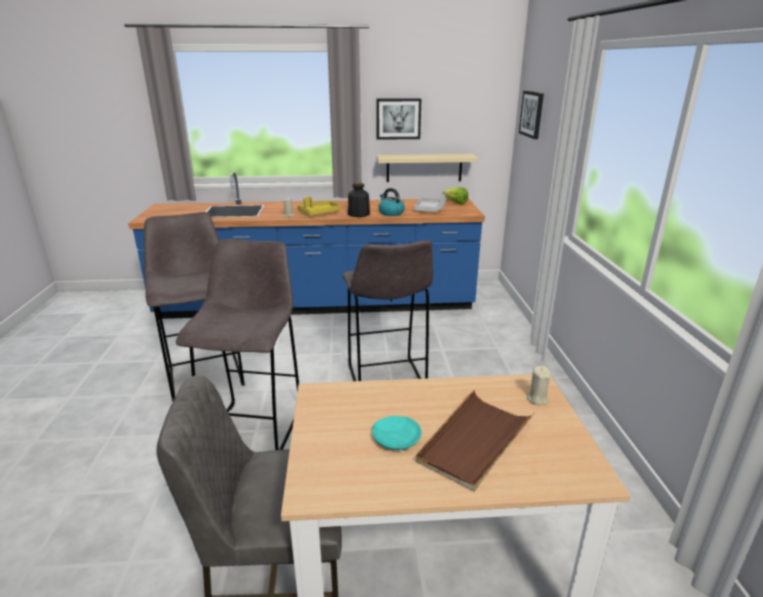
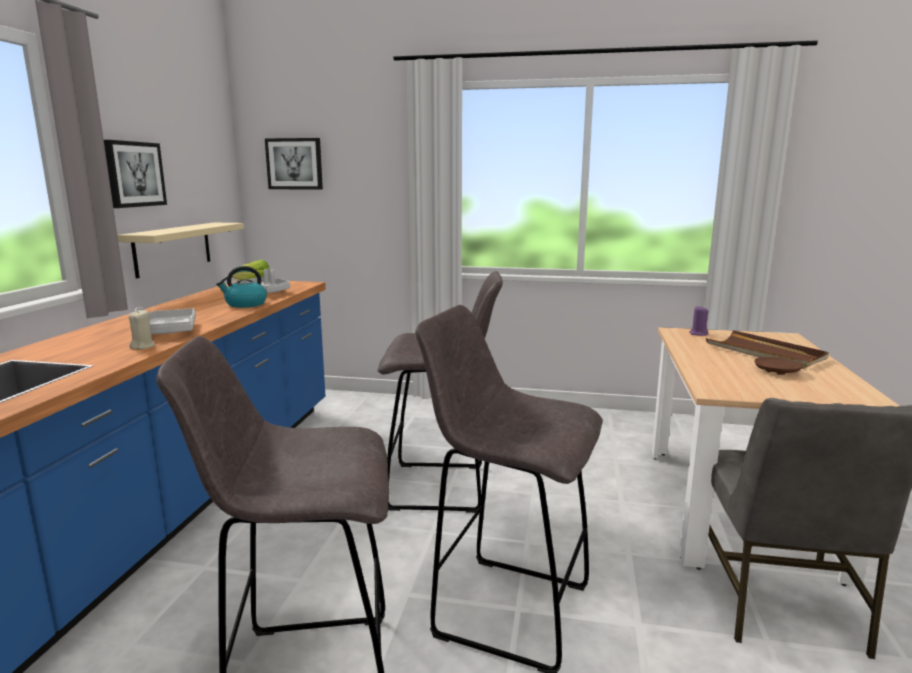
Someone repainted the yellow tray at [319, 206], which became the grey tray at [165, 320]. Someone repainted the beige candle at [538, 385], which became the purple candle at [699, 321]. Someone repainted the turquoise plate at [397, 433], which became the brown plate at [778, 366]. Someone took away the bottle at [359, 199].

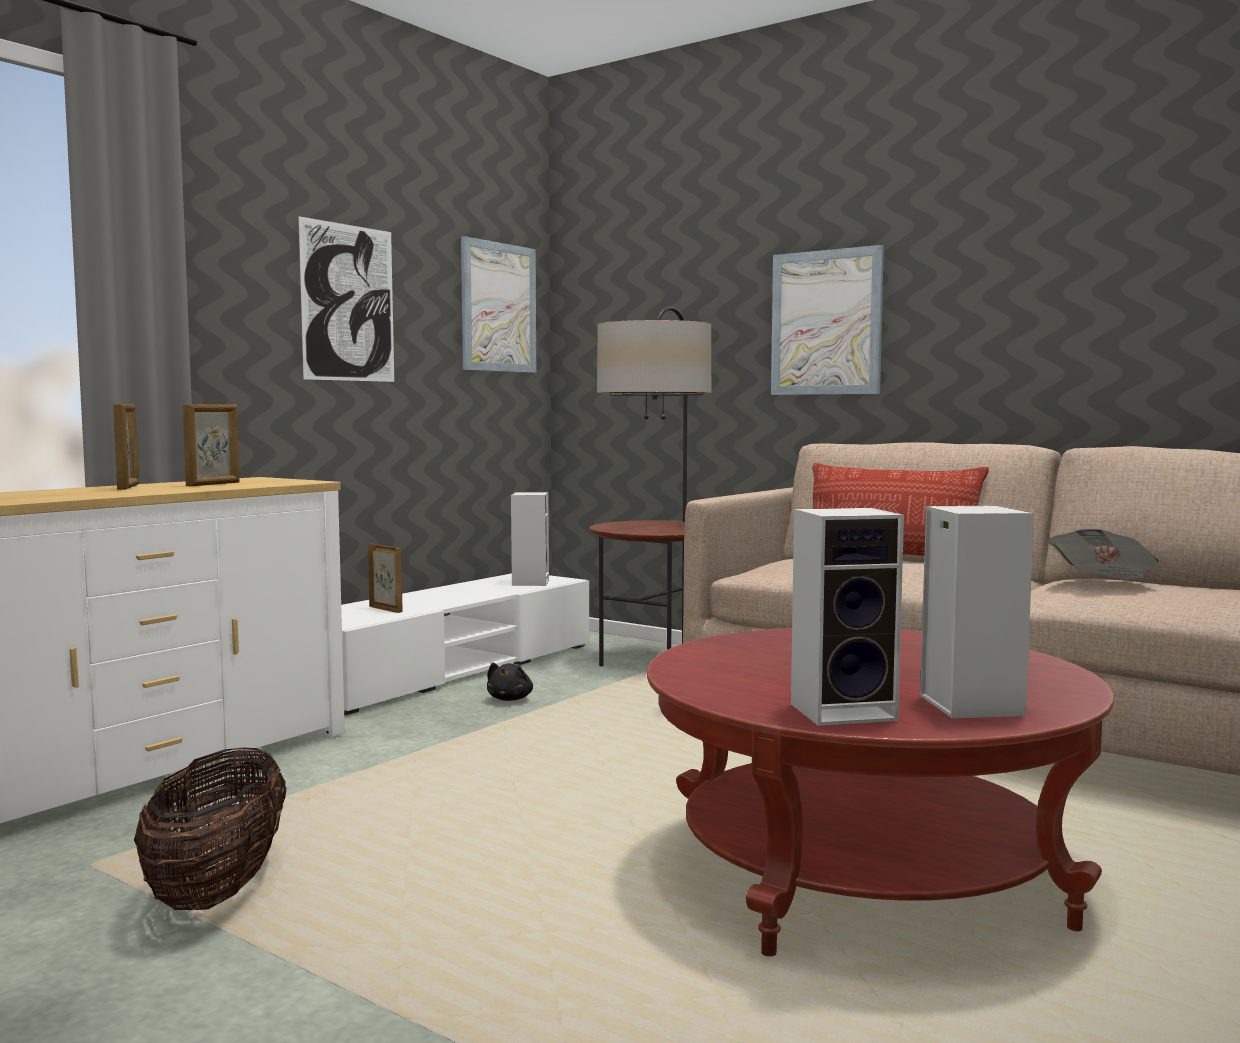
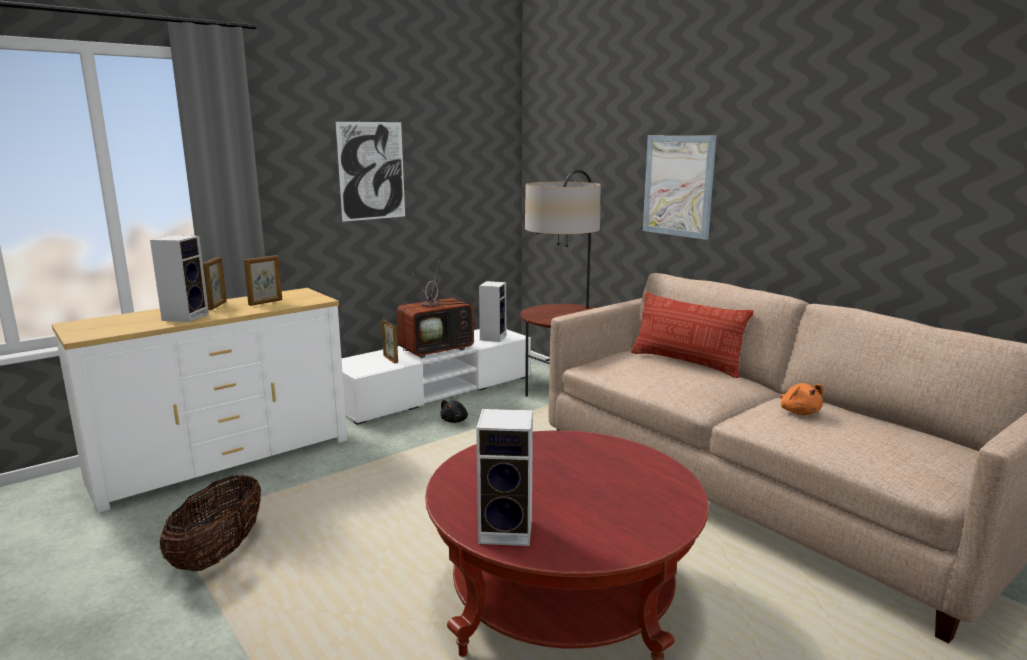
Someone carried the speaker from [977, 612] to [179, 278]. Someone put down the television at [435, 309]. Someone swapped the newspaper at [1103, 554] for the orange plush toy at [801, 399]. Someone took away the picture at [498, 304].

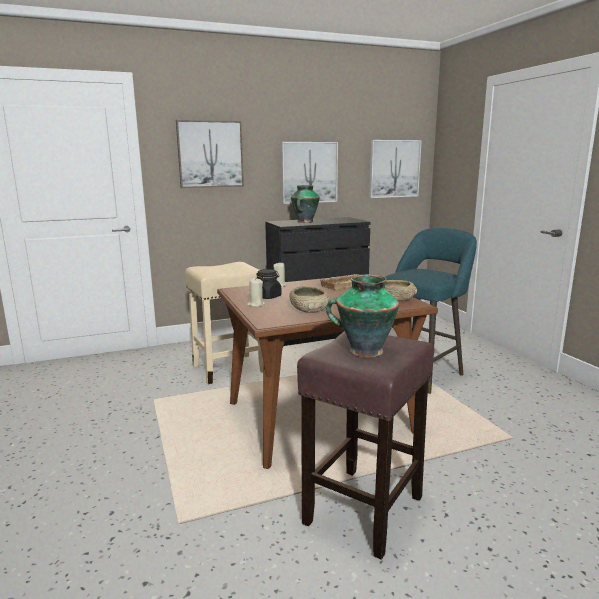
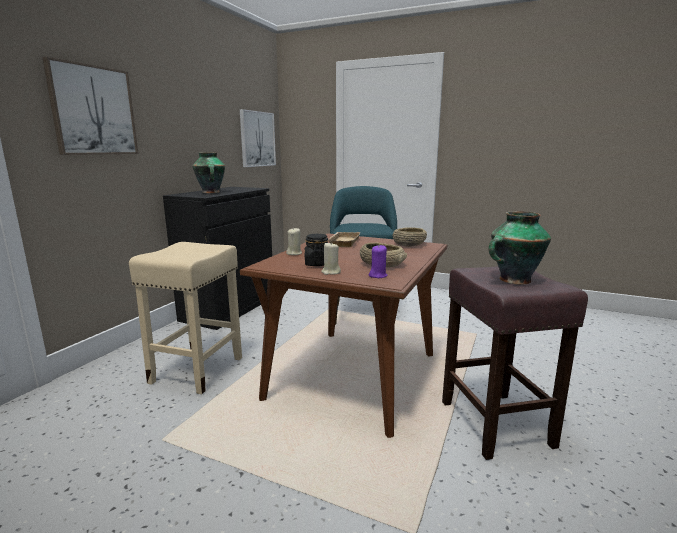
Someone put down the purple candle at [378, 261]. Someone took away the picture at [309, 173].

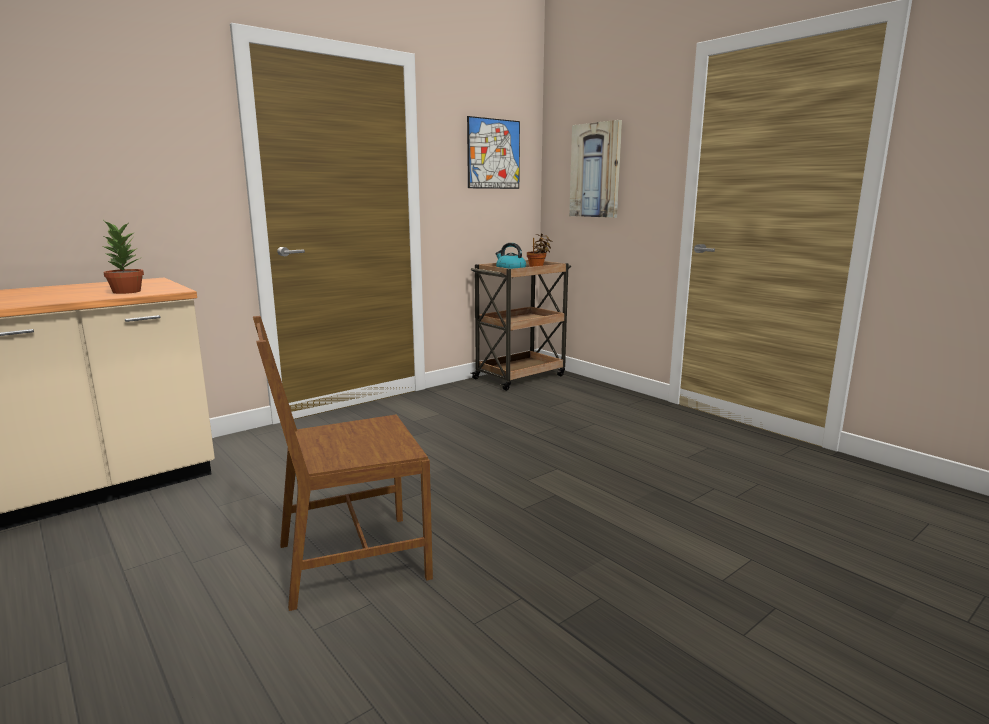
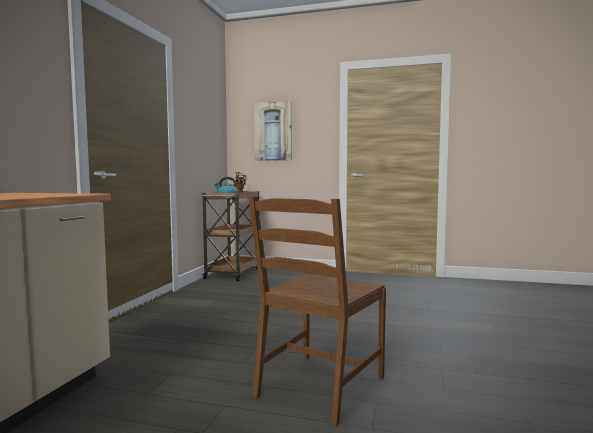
Someone took away the potted plant at [123, 257]. Someone took away the picture at [493, 152].

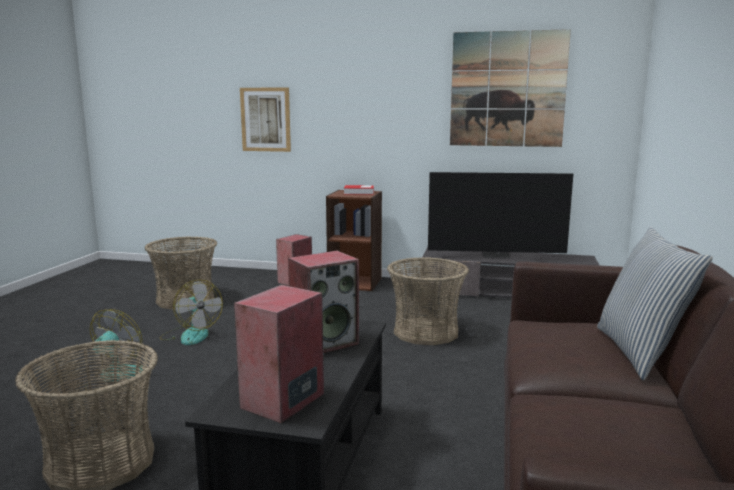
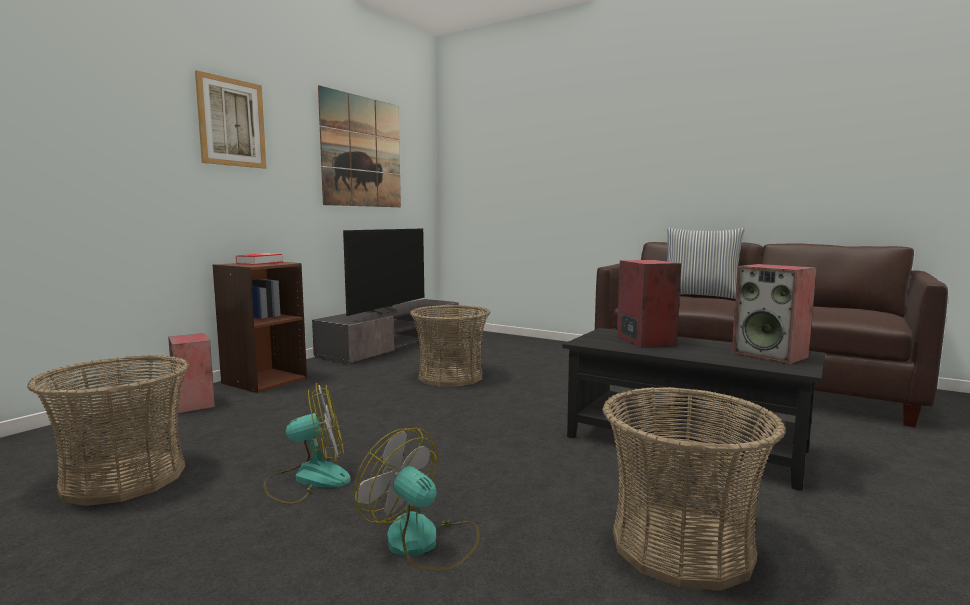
Someone carried the picture from [265, 119] to [230, 119].

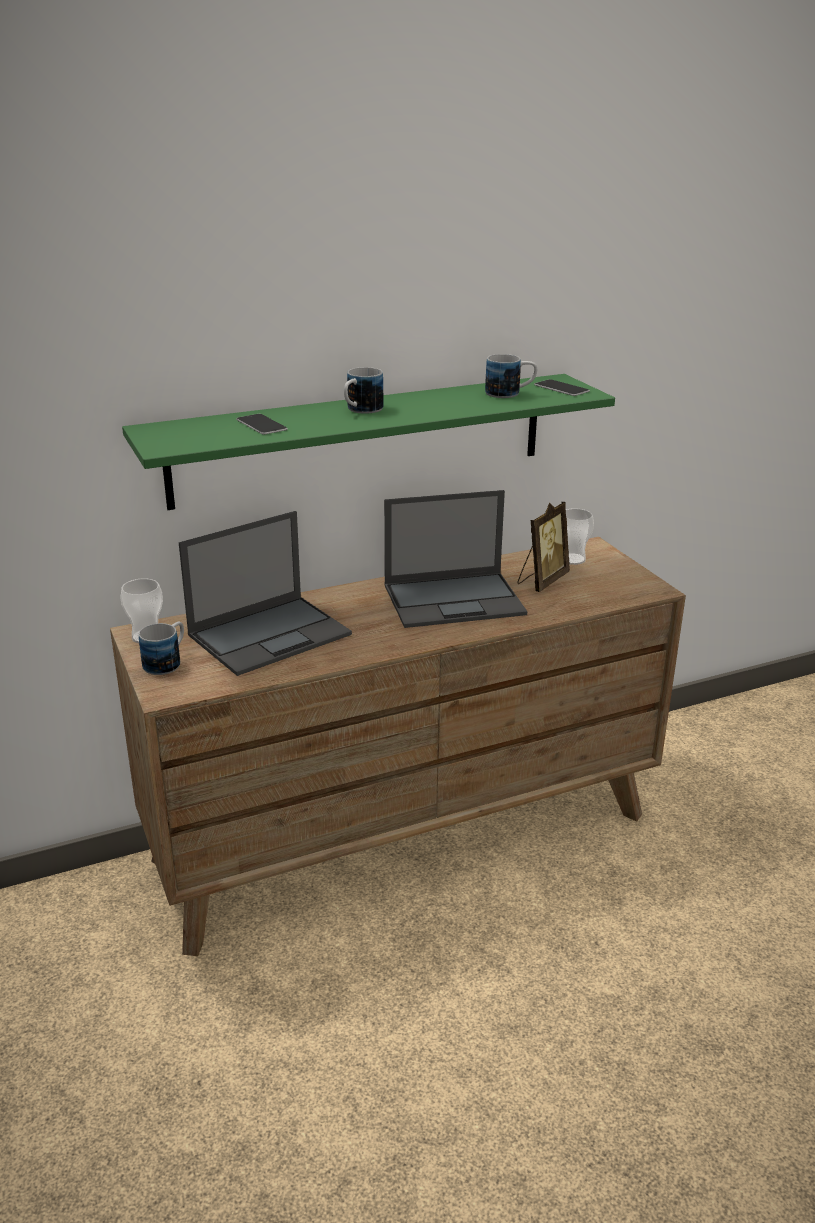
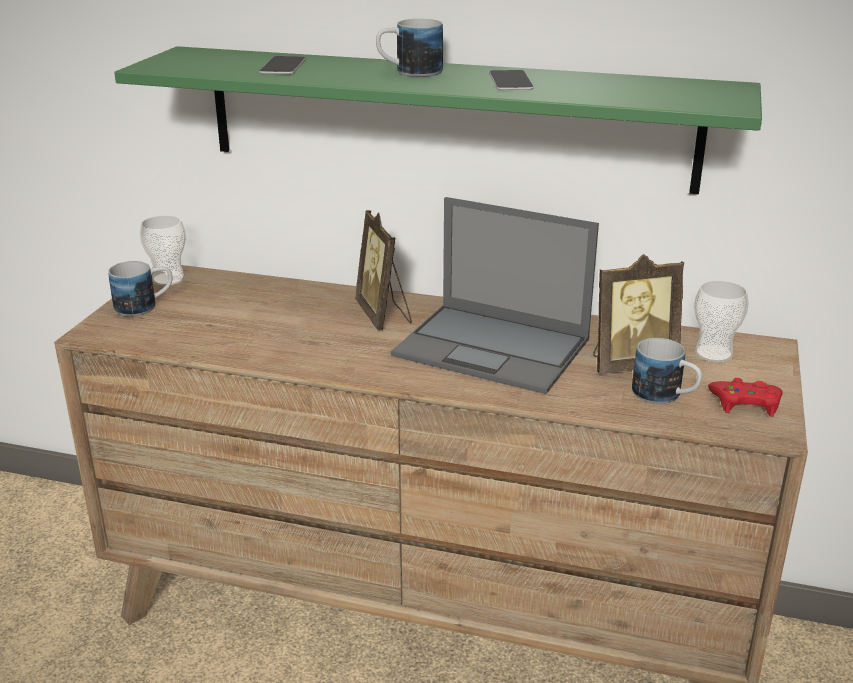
Someone put down the picture frame at [383, 270]. Someone carried the phone from [562, 387] to [511, 80]. Someone carried the mug from [511, 376] to [667, 371]. Someone put down the red game controller at [745, 397]. Someone took away the laptop at [265, 593].

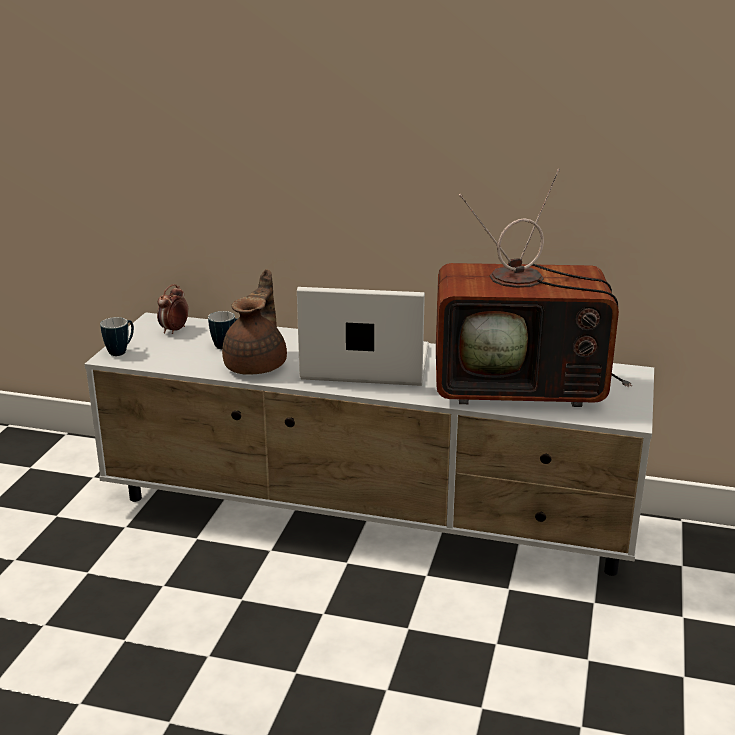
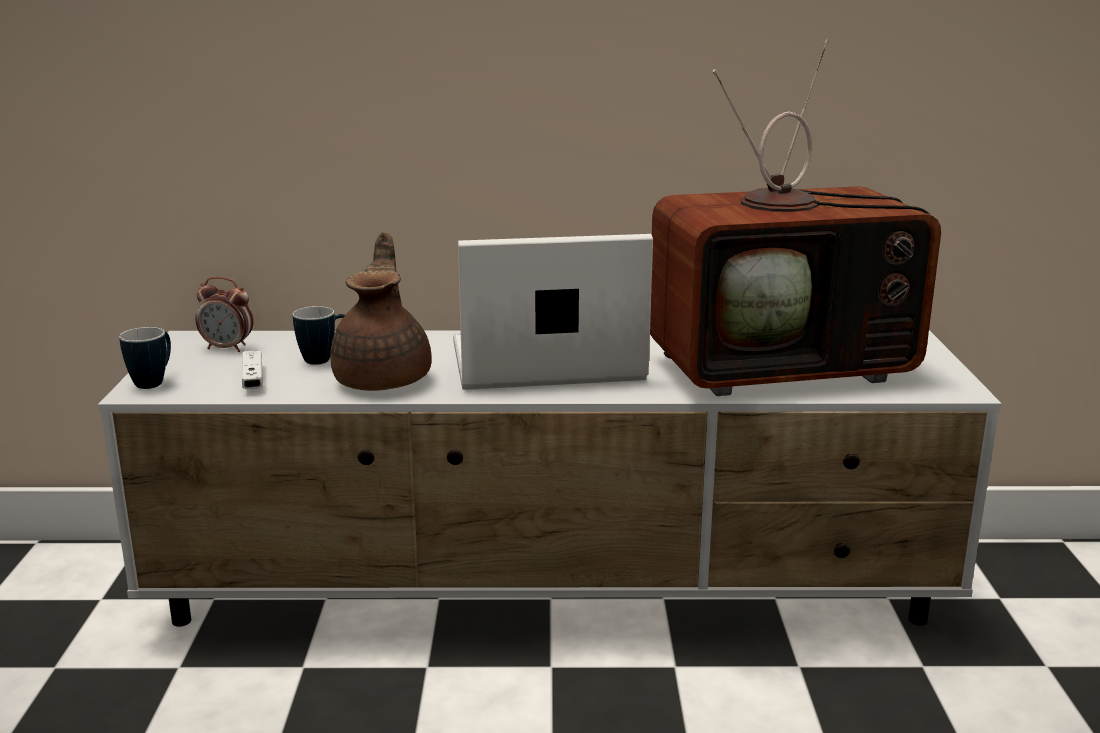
Someone rotated the alarm clock at [172, 309] by 90 degrees counterclockwise. Someone put down the white game controller at [252, 370].

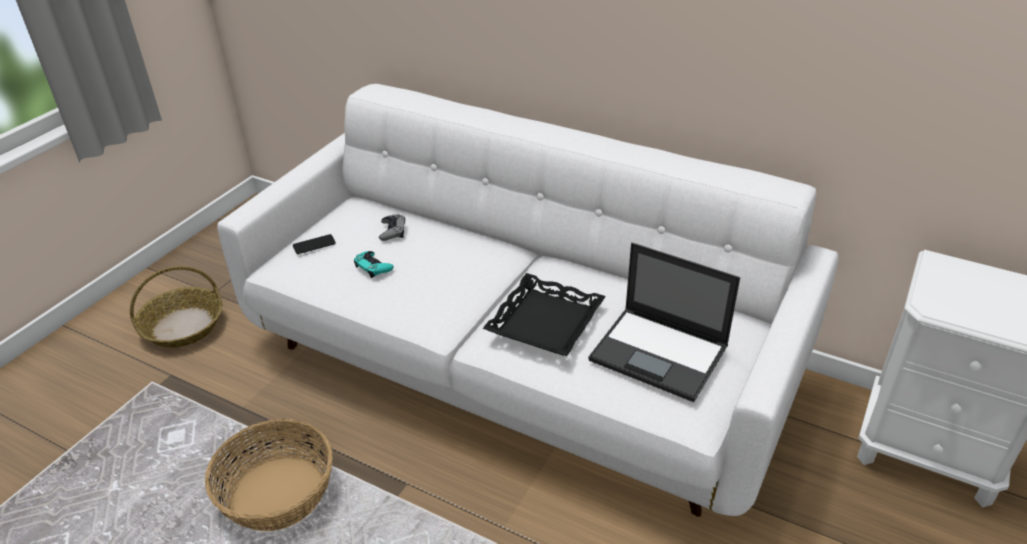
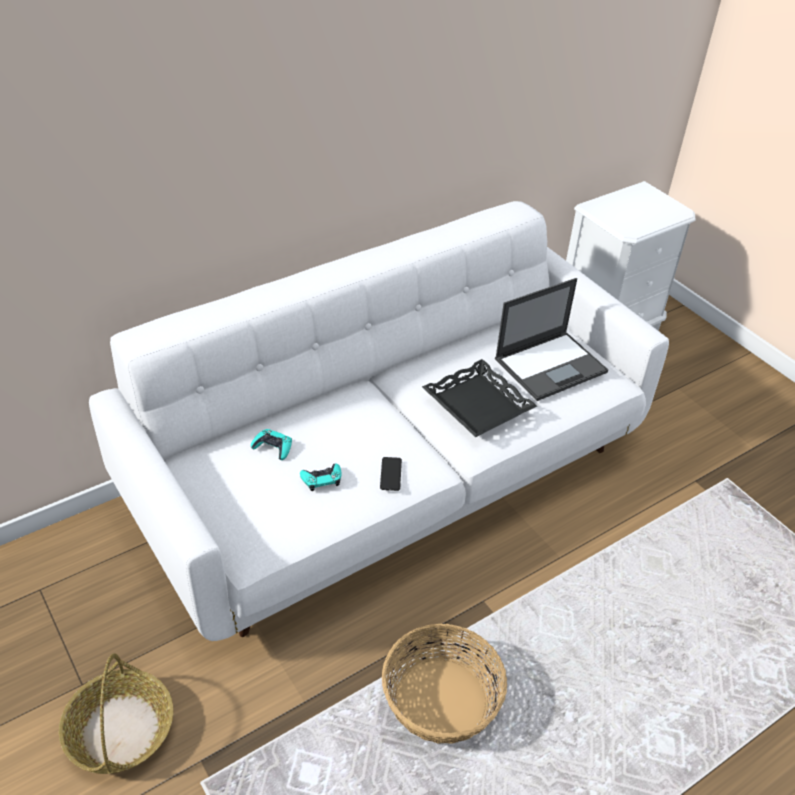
Someone repainted the grey game controller at [392, 227], which became the turquoise game controller at [271, 444]. Someone carried the phone from [314, 244] to [391, 474].

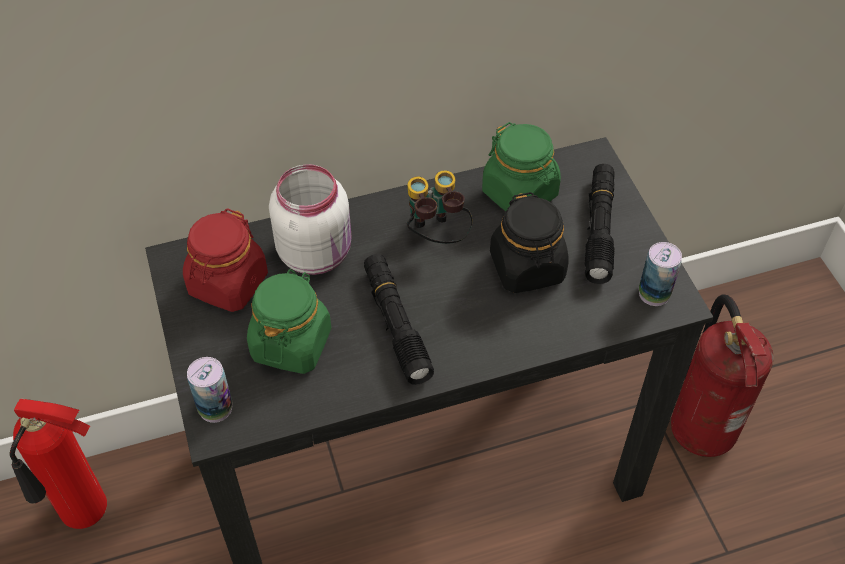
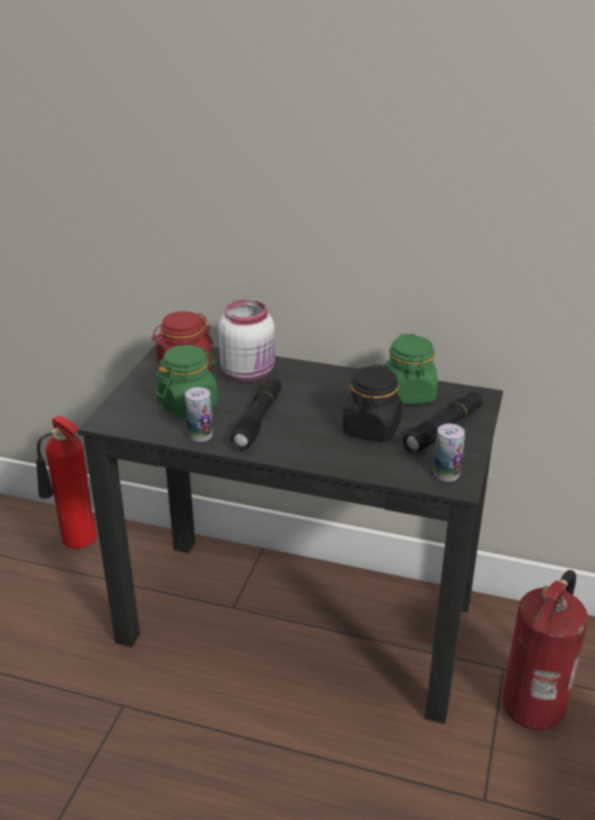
Someone carried the can from [209, 390] to [199, 414]. Someone took away the binoculars at [440, 207].

